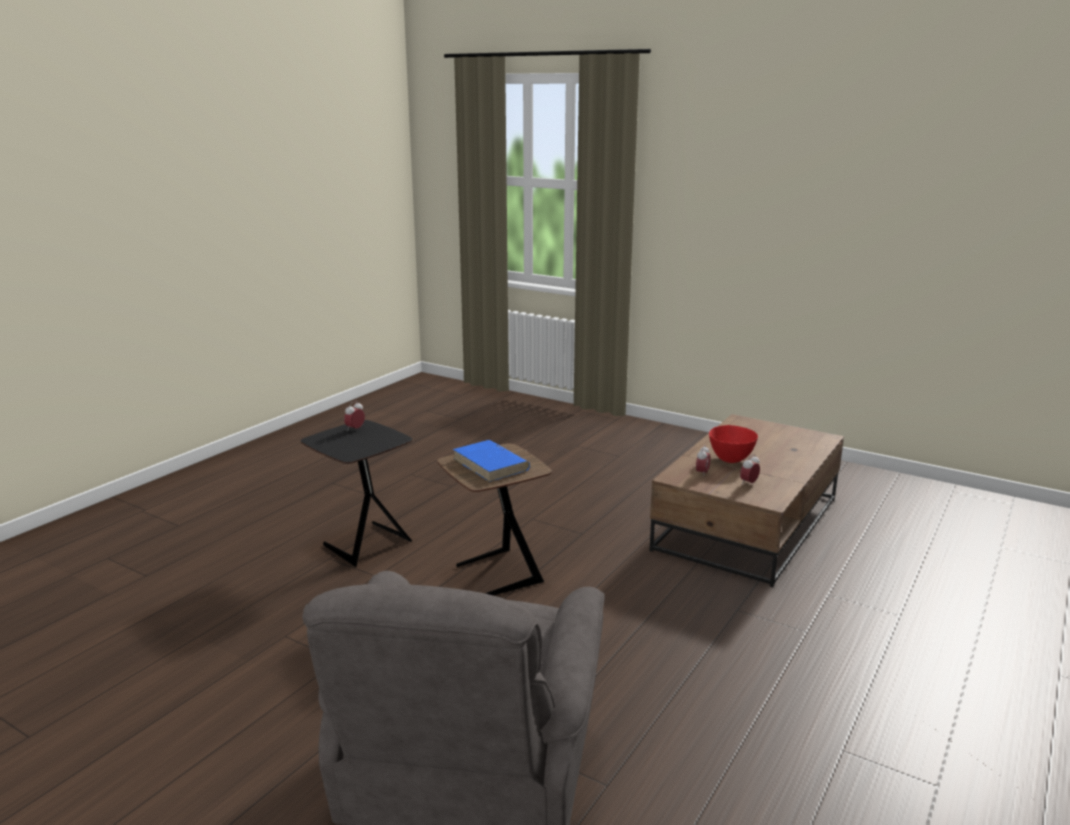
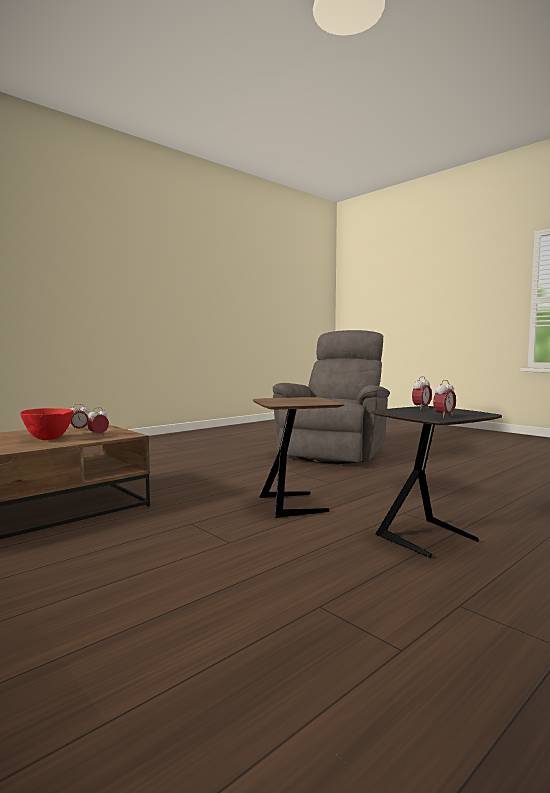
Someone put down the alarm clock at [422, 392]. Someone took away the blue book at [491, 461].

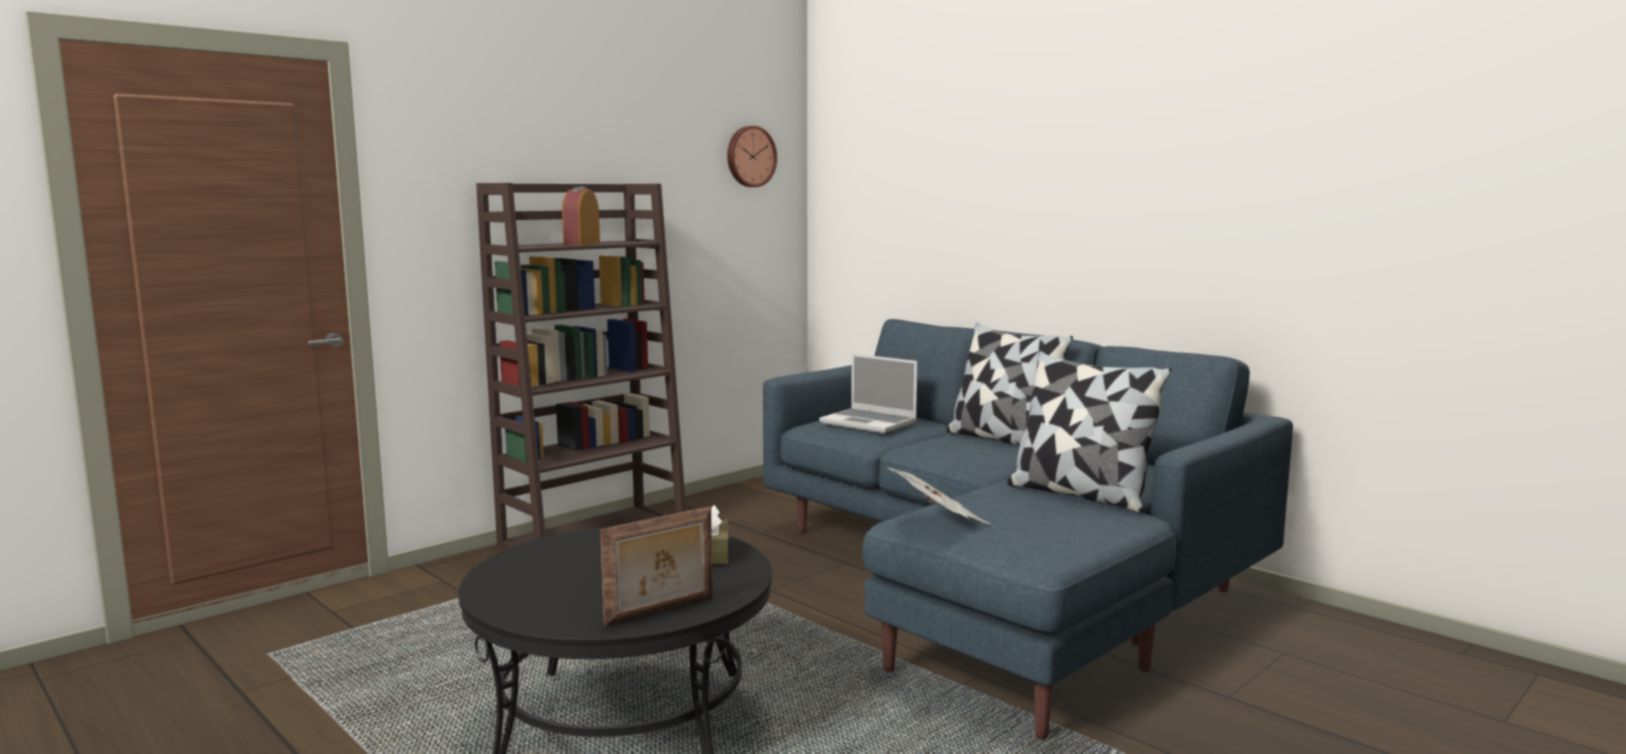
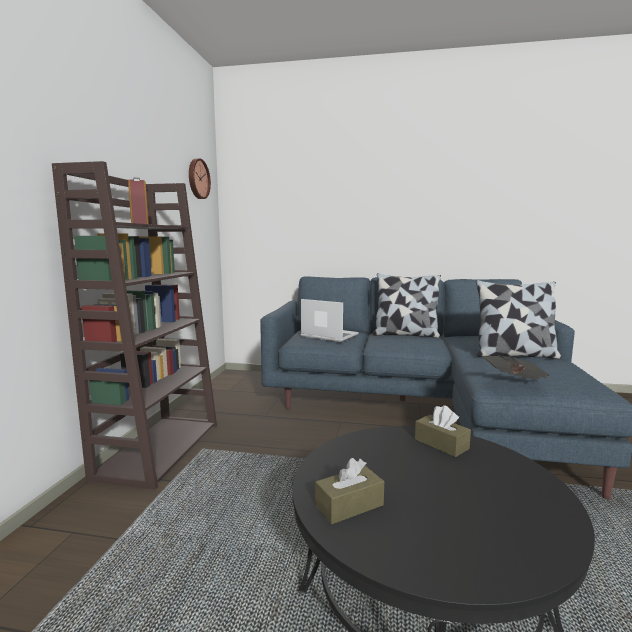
Someone rotated the laptop at [868, 393] by 150 degrees counterclockwise. Someone put down the brown tissue box at [349, 491]. Someone took away the picture frame at [656, 566].

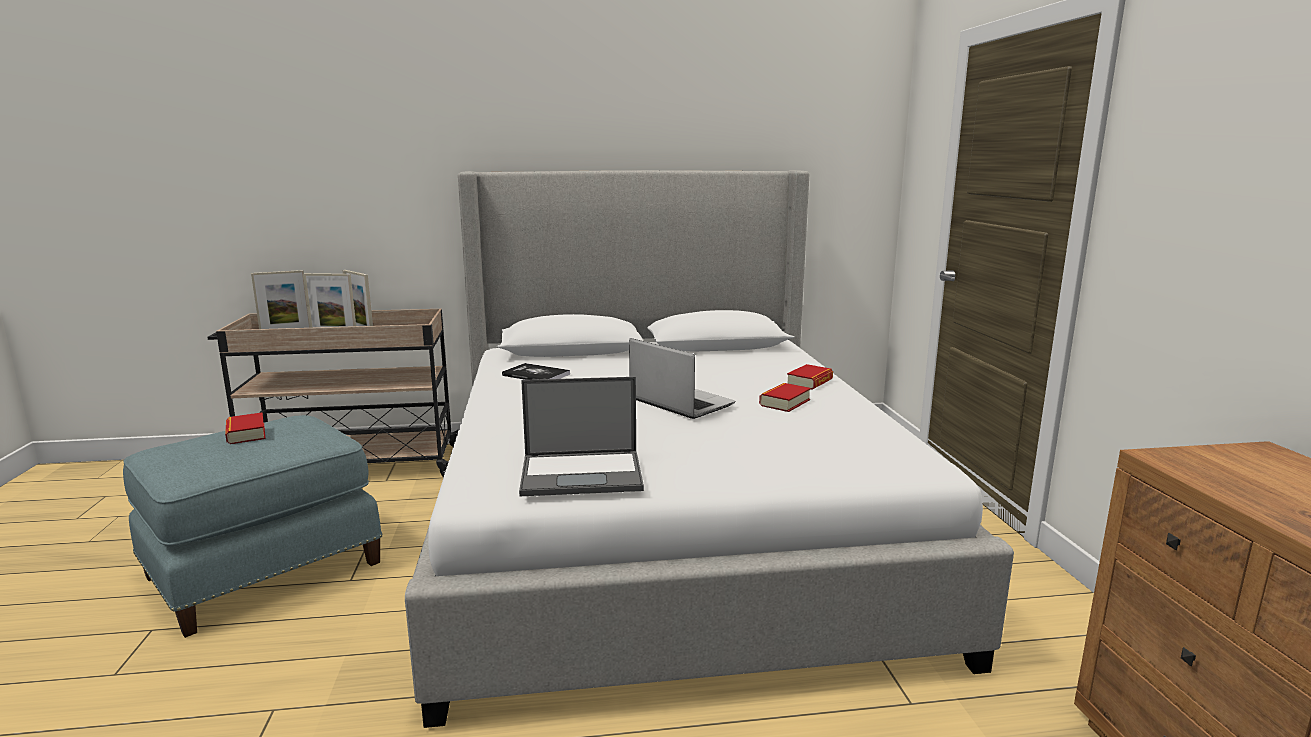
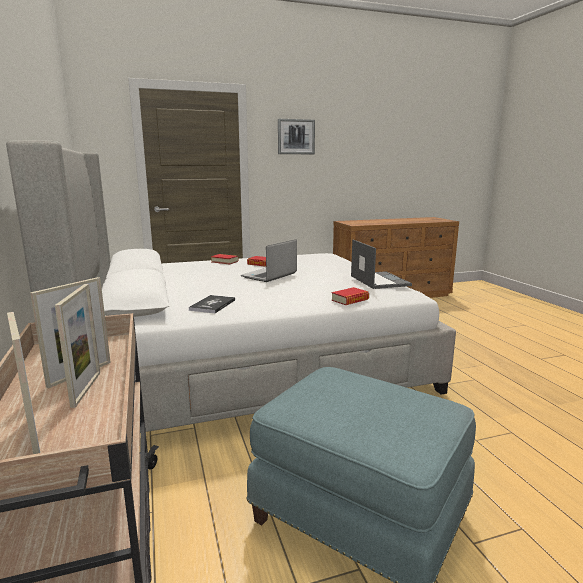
Someone put up the picture at [296, 136]. Someone carried the book from [245, 428] to [350, 296].

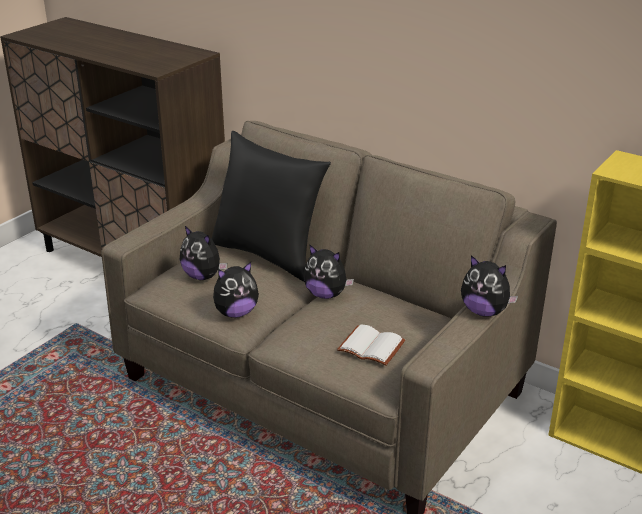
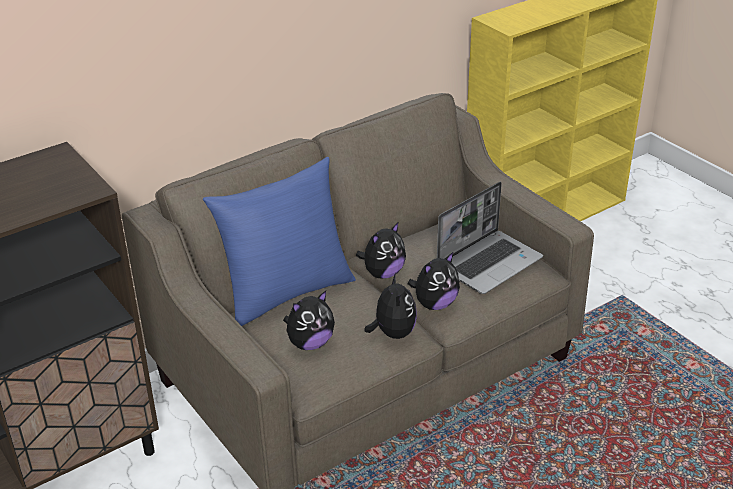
Someone repainted the black pillow at [271, 206], which became the blue pillow at [279, 241]. Someone carried the plush toy from [489, 286] to [434, 281]. Someone swapped the white book at [371, 345] for the laptop at [490, 238].

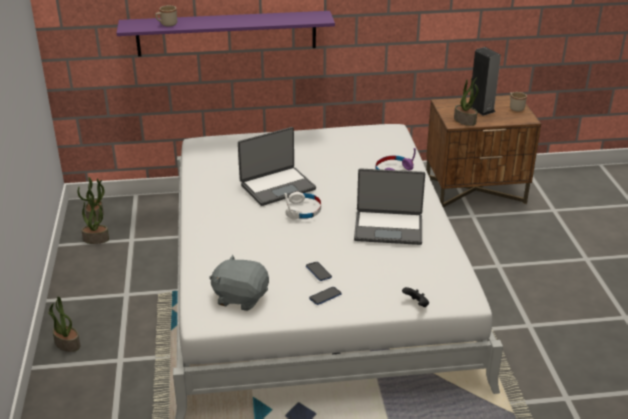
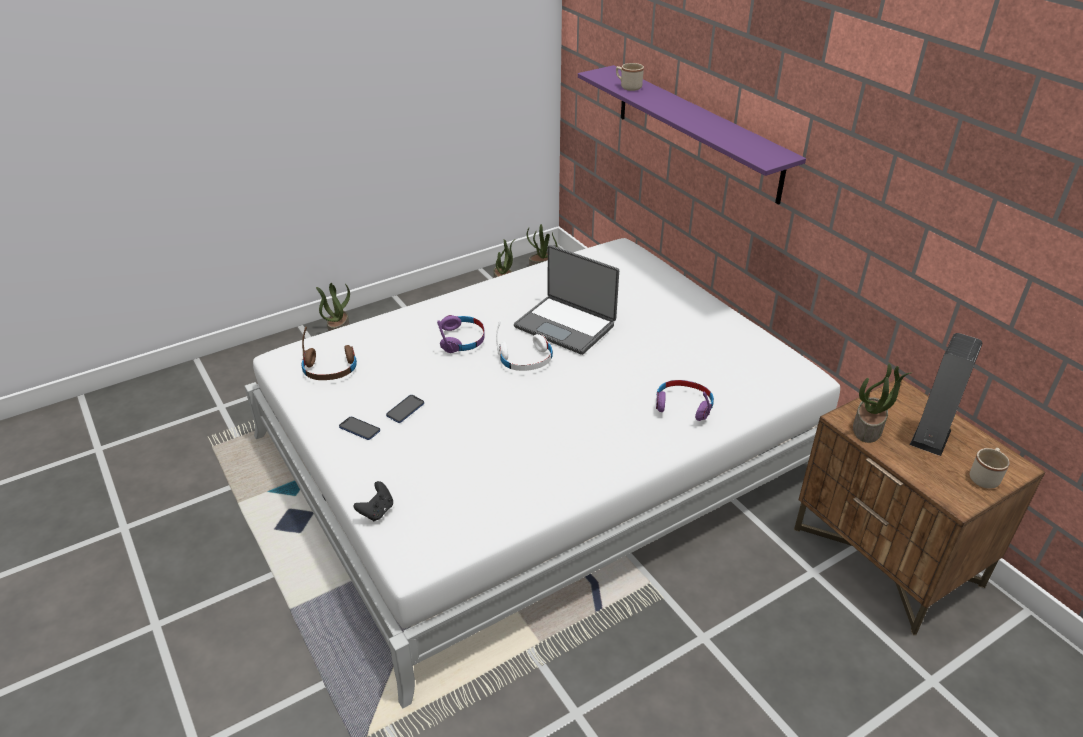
Someone swapped the grey plush toy at [239, 283] for the brown headphones at [329, 353]. Someone put down the purple headphones at [461, 334]. Someone took away the laptop at [389, 206].

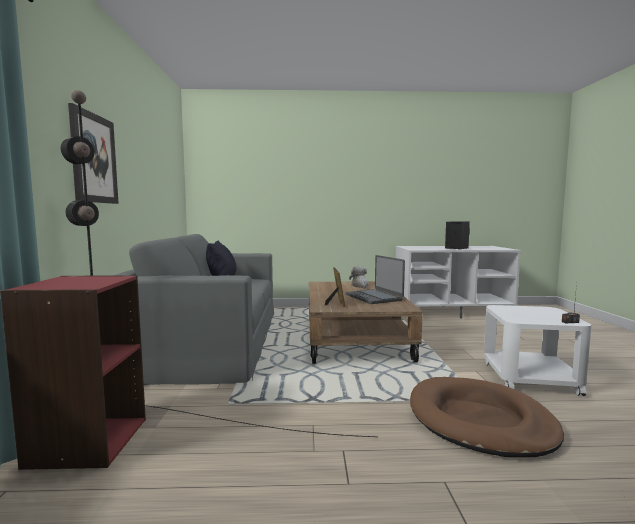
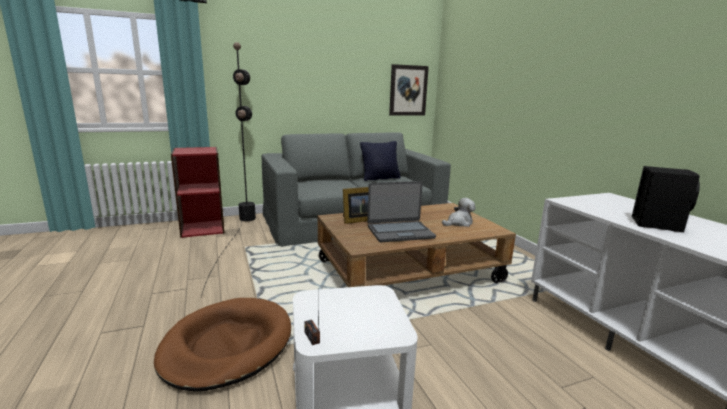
Someone rotated the laptop at [375, 279] by 150 degrees counterclockwise. Someone carried the picture from [93, 153] to [409, 90].

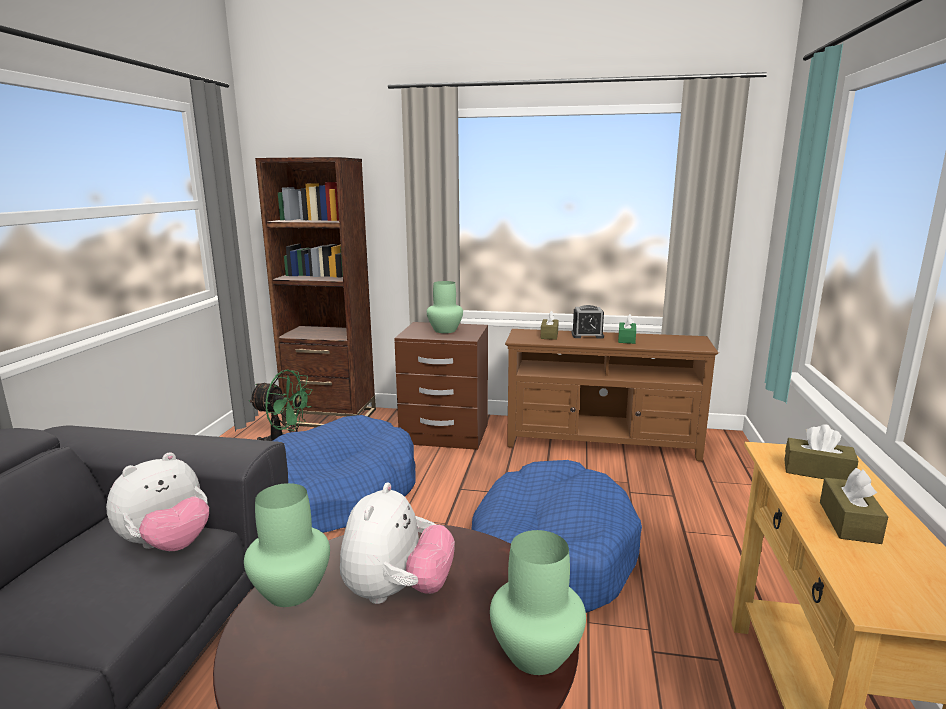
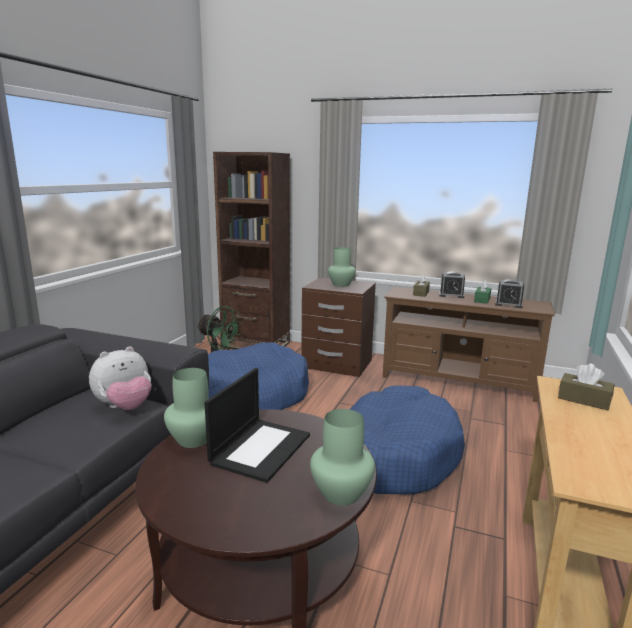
Someone swapped the plush toy at [397, 543] for the laptop at [257, 425]. Someone put down the alarm clock at [509, 293]. Someone took away the brown tissue box at [854, 506].

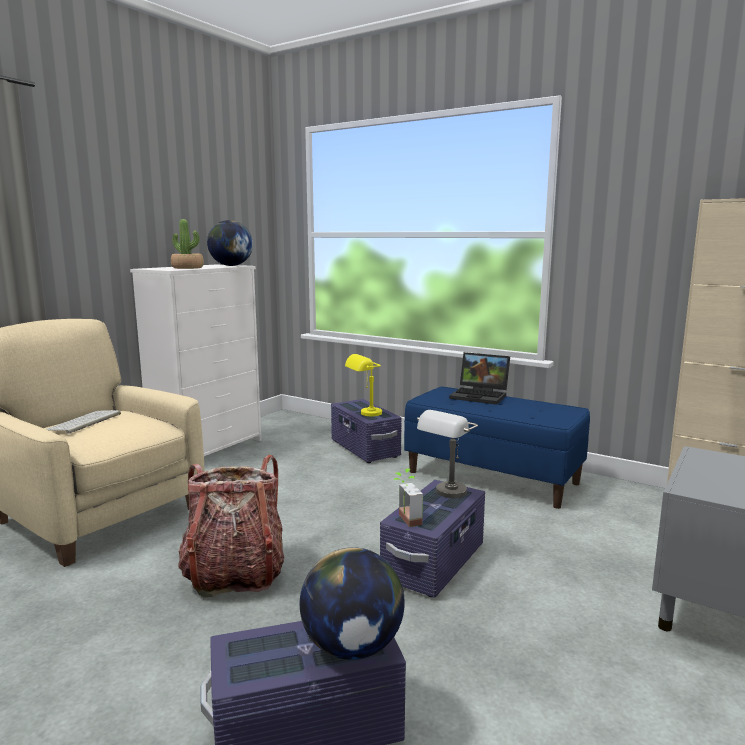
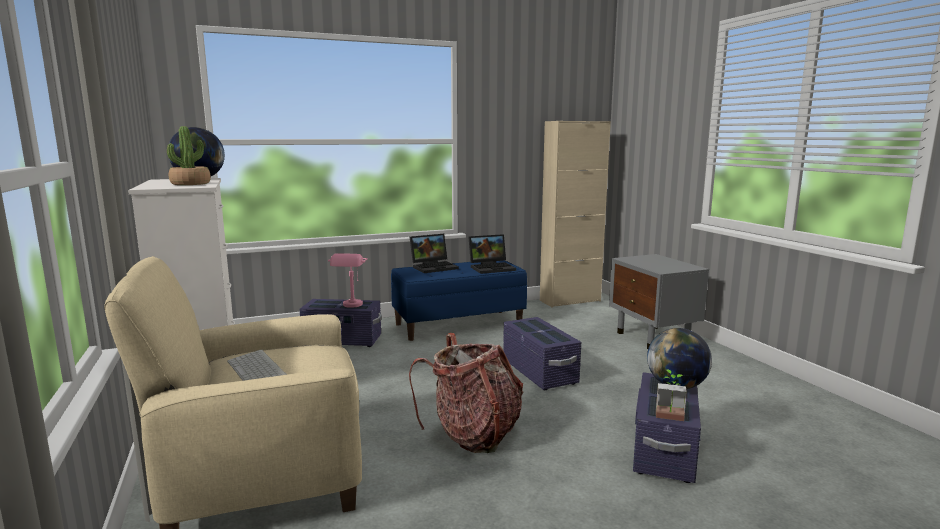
Someone repainted the yellow table lamp at [363, 385], which became the pink table lamp at [348, 280]. Someone put down the laptop at [492, 254]. Someone carried the potted plant from [408, 497] to [671, 395]. Someone took away the grey table lamp at [447, 454].

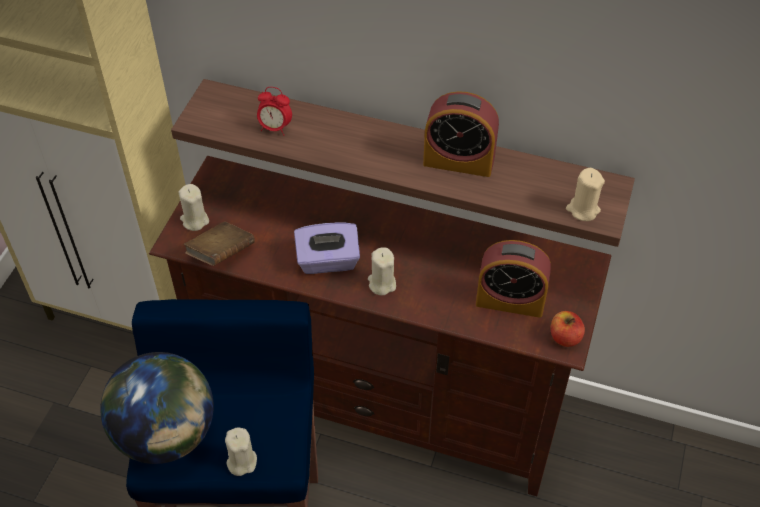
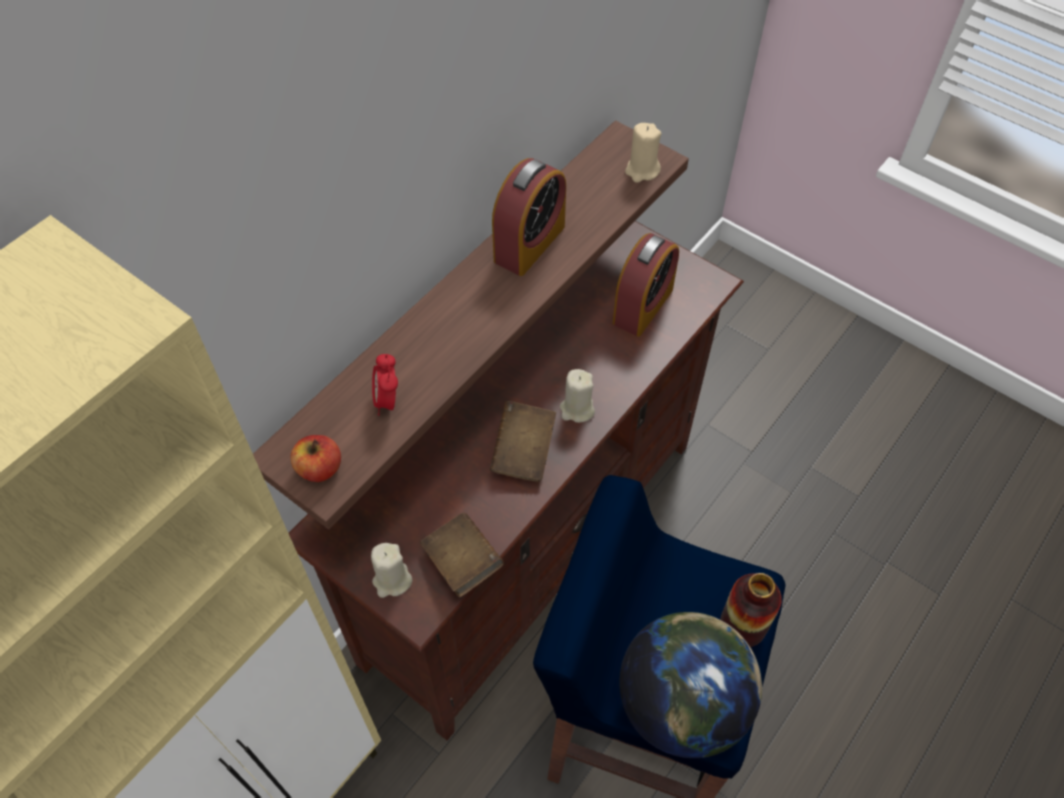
Someone carried the apple from [568, 329] to [315, 458]. Someone rotated the alarm clock at [274, 111] by 135 degrees clockwise. Someone swapped the purple tissue box at [327, 248] for the brown book at [523, 441]. Someone swapped the beige candle at [241, 452] for the vase at [751, 610].

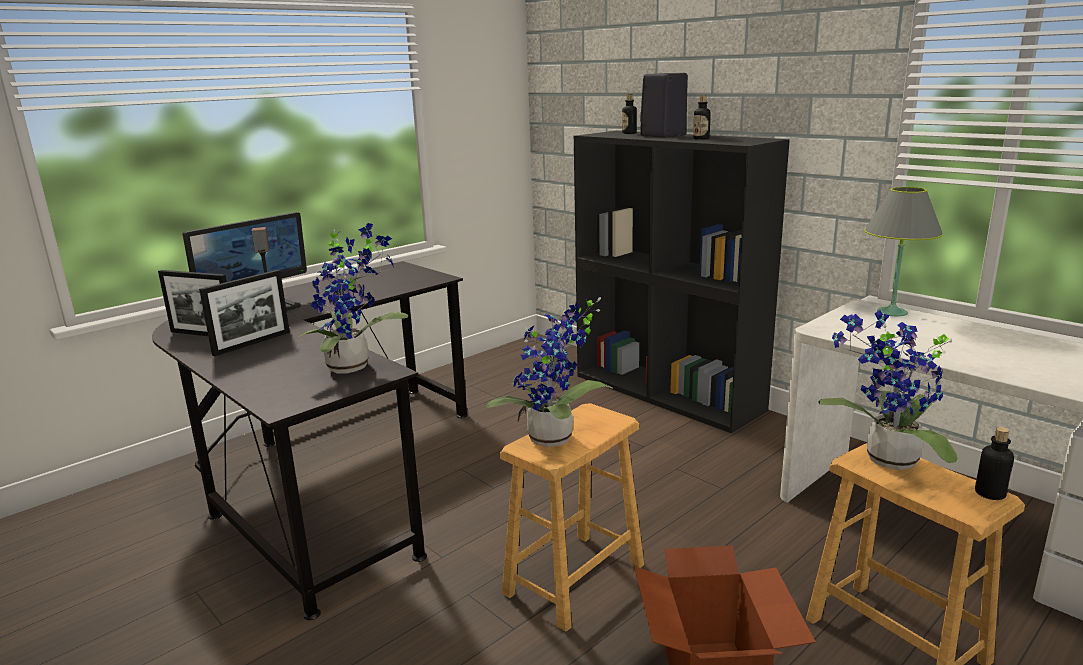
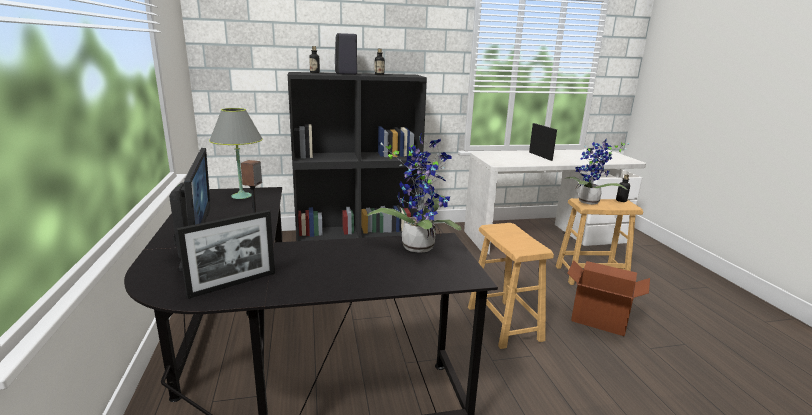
Someone carried the grey table lamp from [903, 251] to [236, 153]. Someone carried the picture frame from [244, 313] to [543, 142]. Someone took away the potted plant at [550, 372].

